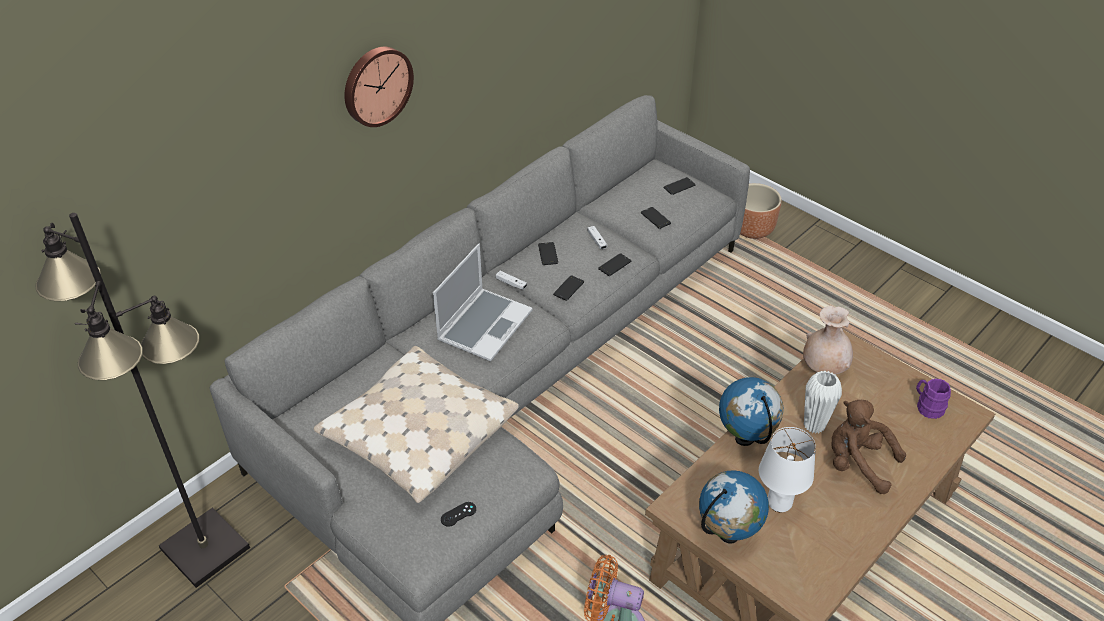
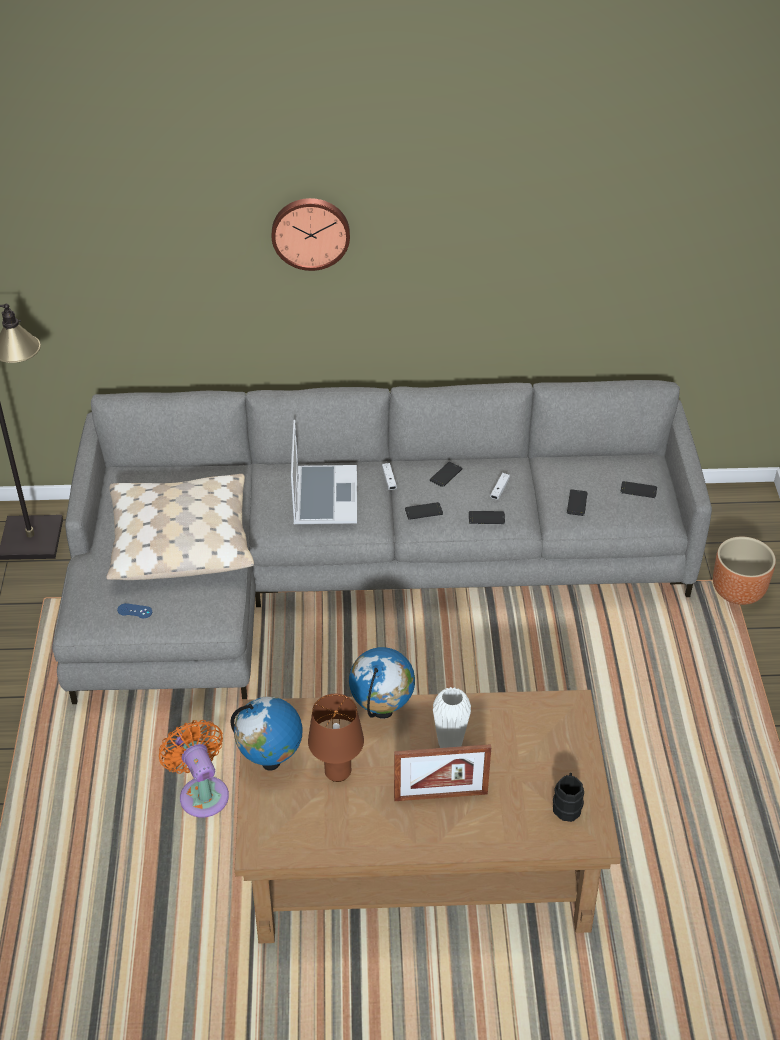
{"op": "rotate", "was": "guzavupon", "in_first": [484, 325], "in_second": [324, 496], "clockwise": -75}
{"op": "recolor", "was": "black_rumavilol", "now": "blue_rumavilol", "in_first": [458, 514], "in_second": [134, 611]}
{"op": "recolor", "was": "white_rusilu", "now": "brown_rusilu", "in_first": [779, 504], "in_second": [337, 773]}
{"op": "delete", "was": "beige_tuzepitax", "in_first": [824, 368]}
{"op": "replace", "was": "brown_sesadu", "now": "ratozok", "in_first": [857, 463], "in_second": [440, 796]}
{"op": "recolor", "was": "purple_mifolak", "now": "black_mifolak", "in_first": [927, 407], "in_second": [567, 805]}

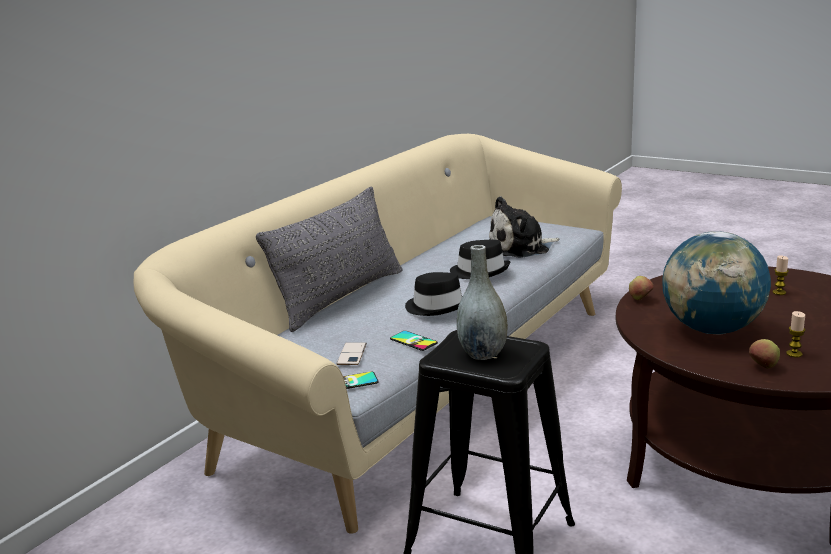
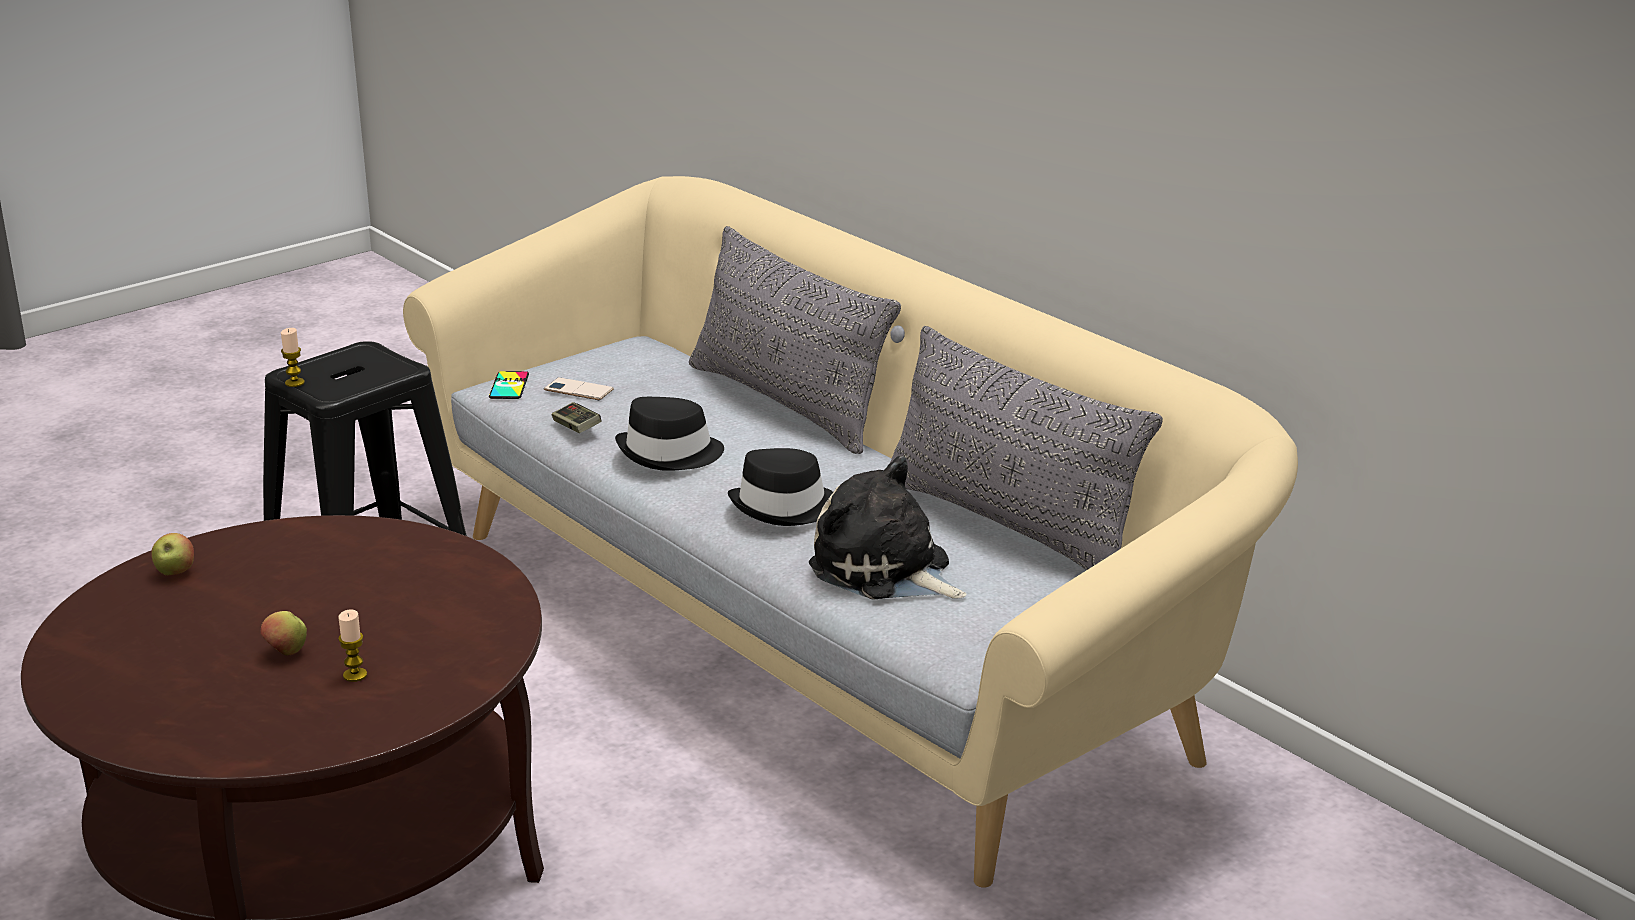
{"op": "replace", "was": "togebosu", "now": "rumavilol", "in_first": [413, 341], "in_second": [576, 428]}
{"op": "delete", "was": "grey_tuzepitax", "in_first": [482, 353]}
{"op": "rotate", "was": "sesadu", "in_first": [521, 247], "in_second": [885, 570], "clockwise": -45}
{"op": "move", "was": "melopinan", "in_first": [640, 299], "in_second": [286, 653]}
{"op": "delete", "was": "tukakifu", "in_first": [712, 330]}
{"op": "move", "was": "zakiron", "in_first": [794, 354], "in_second": [294, 383]}
{"op": "insert", "now": "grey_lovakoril", "in_second": [1009, 525]}

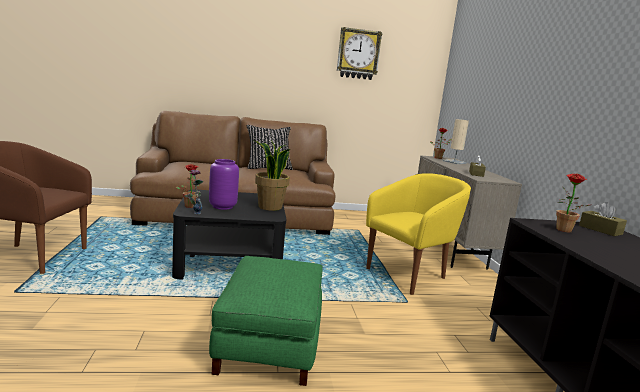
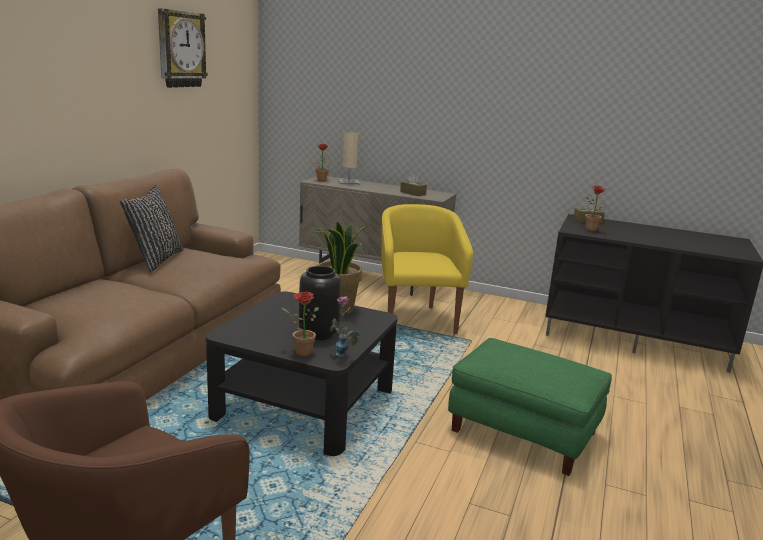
{"op": "recolor", "was": "purple_tuzepitax", "now": "black_tuzepitax", "in_first": [222, 207], "in_second": [319, 334]}

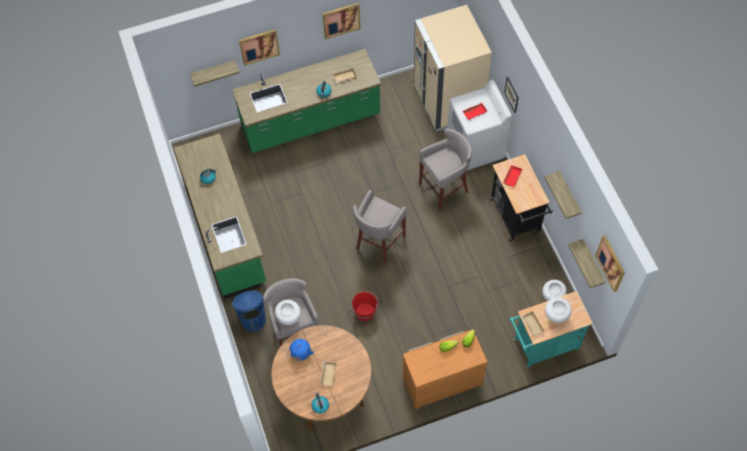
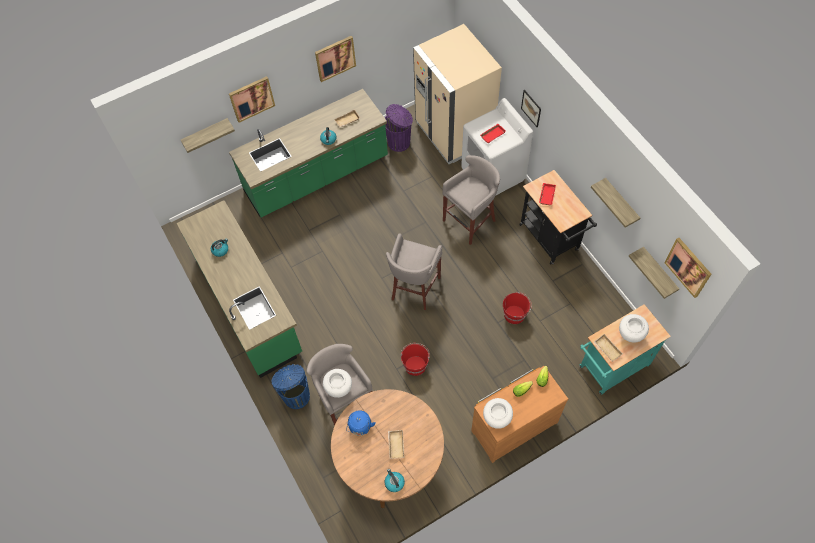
{"op": "move", "was": "white_tuzepitax", "in_first": [552, 297], "in_second": [496, 419]}
{"op": "insert", "now": "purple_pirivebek", "in_second": [399, 142]}
{"op": "insert", "now": "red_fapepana", "in_second": [515, 314]}

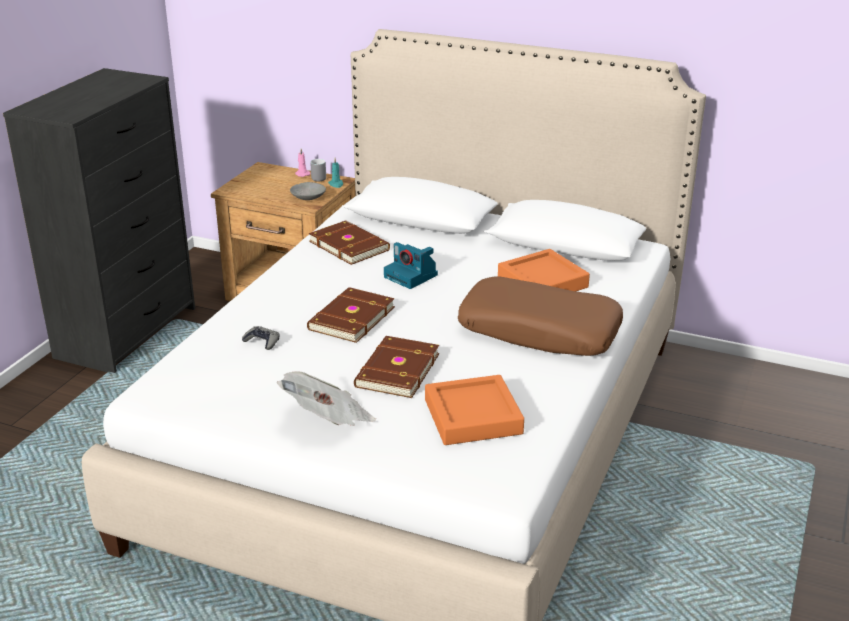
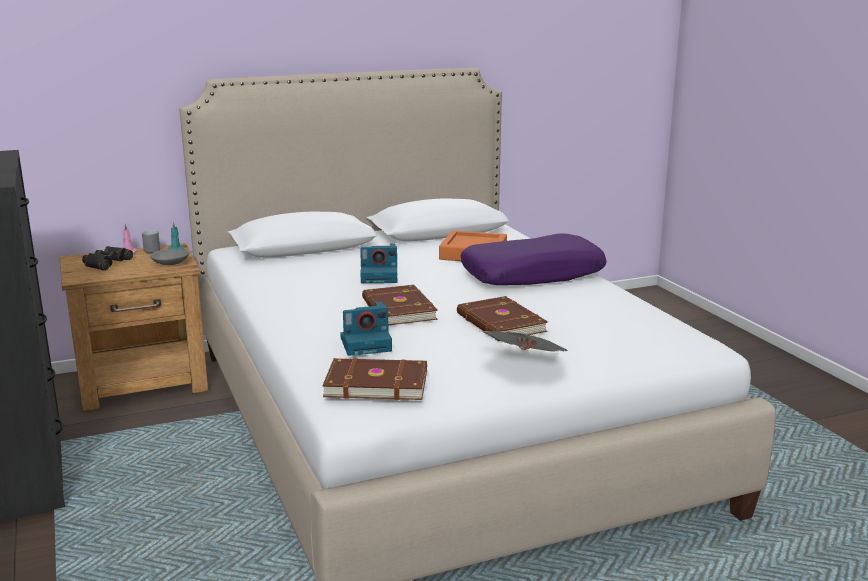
{"op": "replace", "was": "grey_rumavilol", "now": "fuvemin", "in_first": [262, 341], "in_second": [367, 344]}
{"op": "move", "was": "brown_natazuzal", "in_first": [349, 245], "in_second": [376, 383]}
{"op": "delete", "was": "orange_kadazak", "in_first": [473, 417]}
{"op": "recolor", "was": "brown_lovakoril", "now": "purple_lovakoril", "in_first": [540, 331], "in_second": [532, 274]}
{"op": "insert", "now": "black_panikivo", "in_second": [107, 263]}

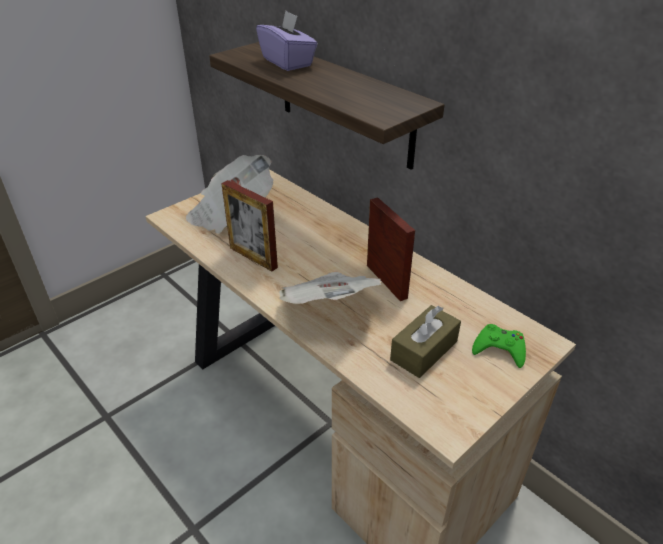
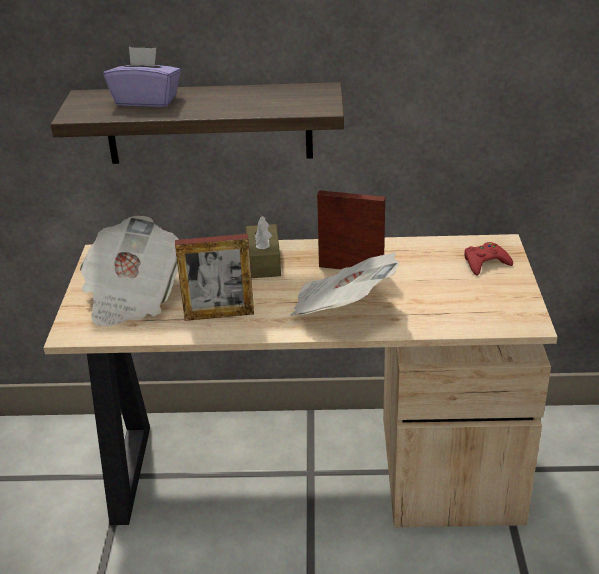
{"op": "move", "was": "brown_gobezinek", "in_first": [424, 350], "in_second": [263, 261]}
{"op": "recolor", "was": "green_rumavilol", "now": "red_rumavilol", "in_first": [499, 349], "in_second": [485, 263]}

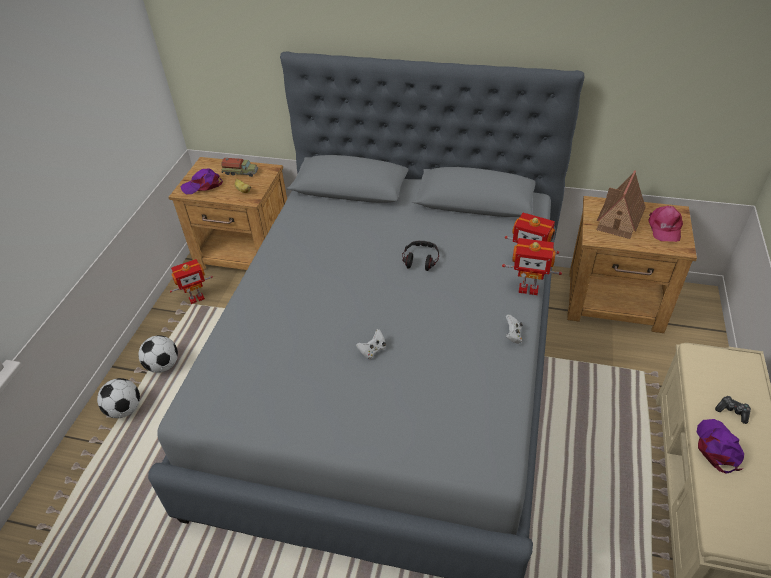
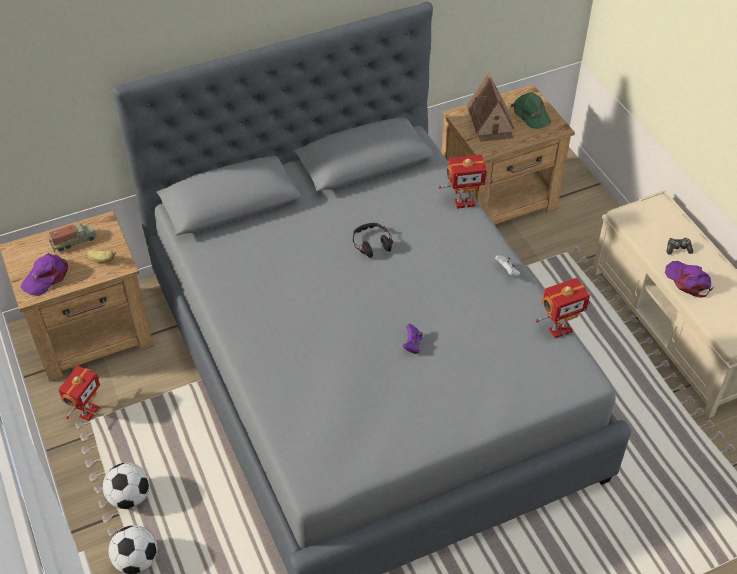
{"op": "recolor", "was": "white_rumavilol", "now": "purple_rumavilol", "in_first": [372, 350], "in_second": [412, 345]}
{"op": "move", "was": "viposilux", "in_first": [528, 288], "in_second": [559, 329]}
{"op": "recolor", "was": "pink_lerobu", "now": "green_lerobu", "in_first": [664, 228], "in_second": [531, 114]}

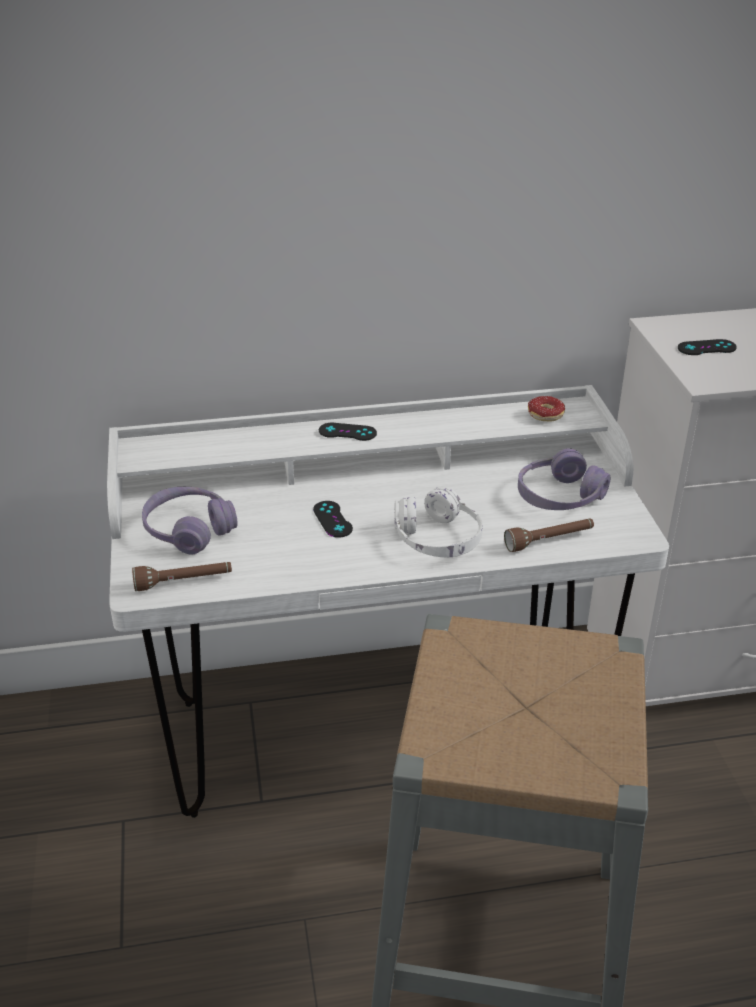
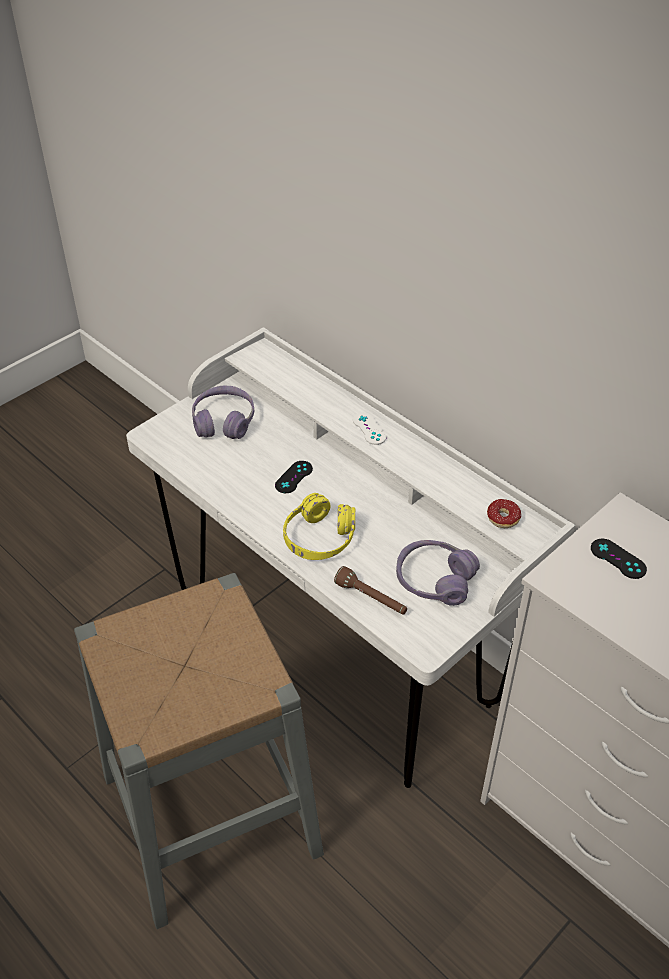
{"op": "delete", "was": "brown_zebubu", "in_first": [184, 582]}
{"op": "recolor", "was": "black_rumavilol", "now": "white_rumavilol", "in_first": [347, 432], "in_second": [369, 429]}
{"op": "recolor", "was": "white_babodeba", "now": "yellow_babodeba", "in_first": [437, 539], "in_second": [319, 538]}

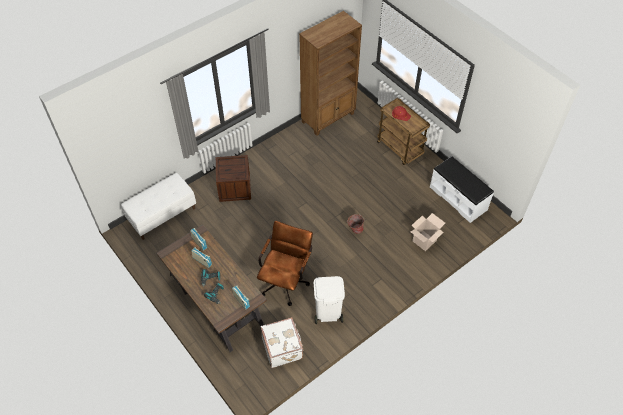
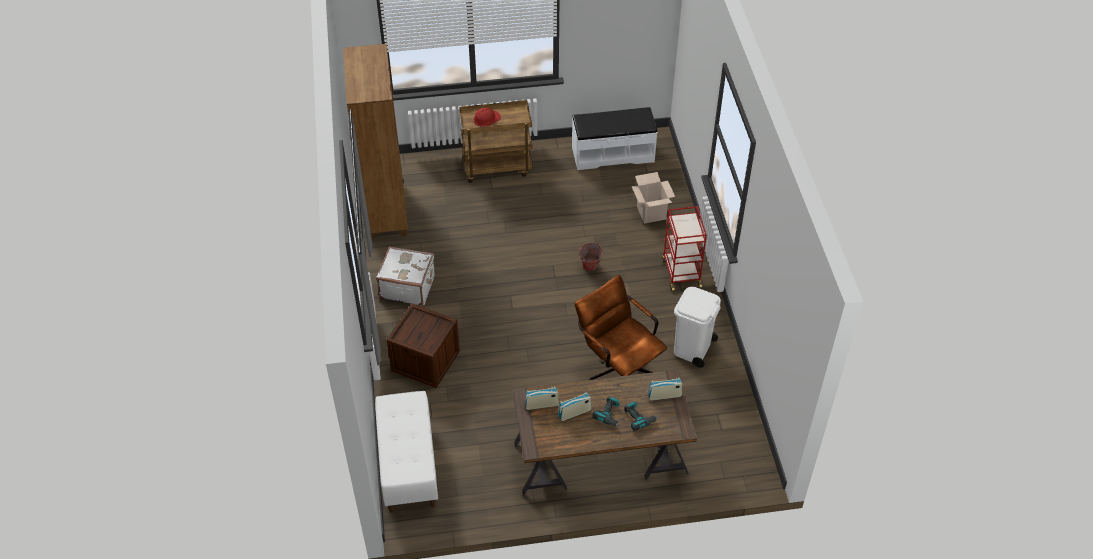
{"op": "move", "was": "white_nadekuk", "in_first": [283, 347], "in_second": [407, 286]}
{"op": "insert", "now": "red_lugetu", "in_second": [681, 272]}

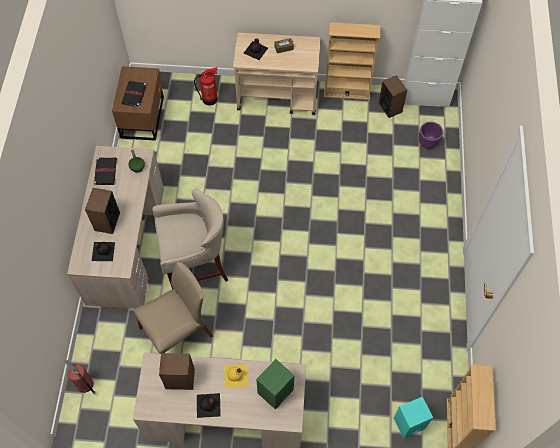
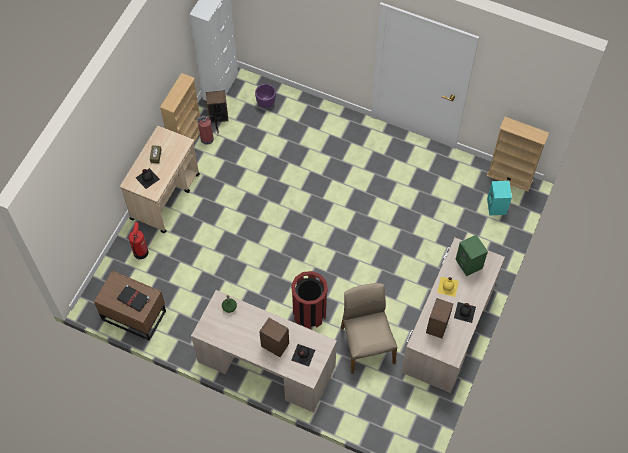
{"op": "move", "was": "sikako", "in_first": [85, 385], "in_second": [208, 138]}
{"op": "delete", "was": "black_natazuzal", "in_first": [105, 171]}
{"op": "replace", "was": "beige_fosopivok", "now": "red_pirivebek", "in_first": [195, 265], "in_second": [309, 313]}

